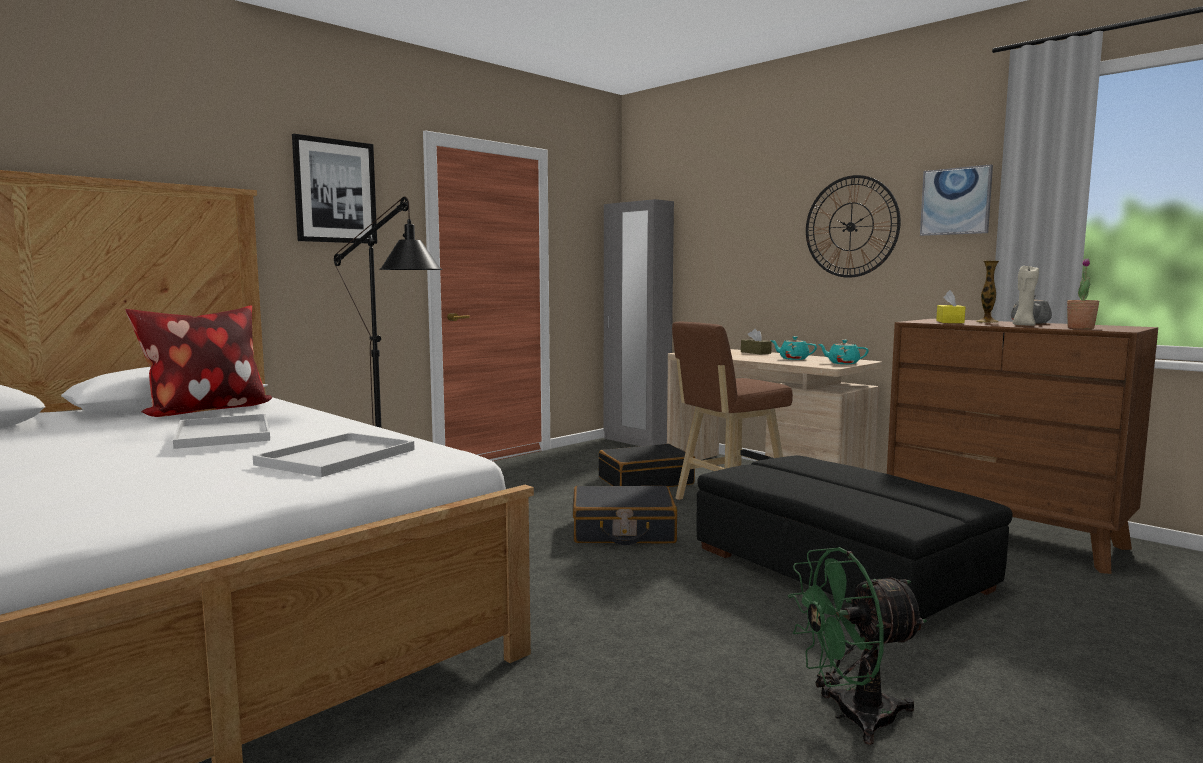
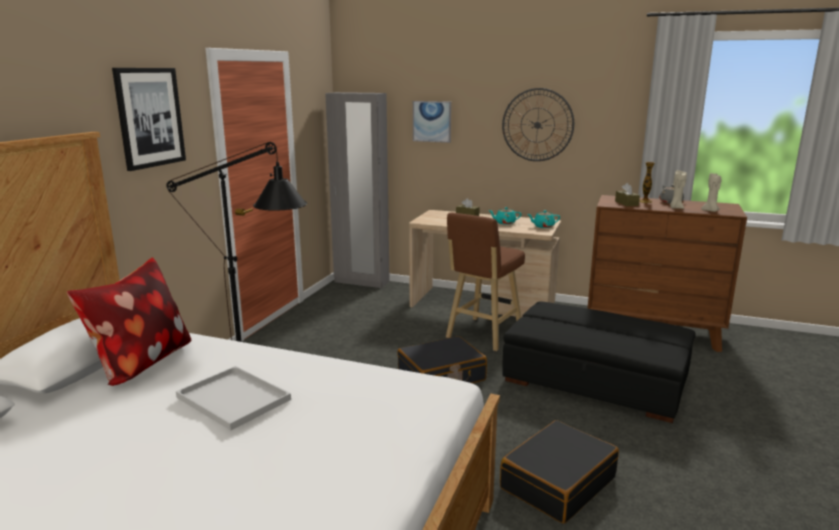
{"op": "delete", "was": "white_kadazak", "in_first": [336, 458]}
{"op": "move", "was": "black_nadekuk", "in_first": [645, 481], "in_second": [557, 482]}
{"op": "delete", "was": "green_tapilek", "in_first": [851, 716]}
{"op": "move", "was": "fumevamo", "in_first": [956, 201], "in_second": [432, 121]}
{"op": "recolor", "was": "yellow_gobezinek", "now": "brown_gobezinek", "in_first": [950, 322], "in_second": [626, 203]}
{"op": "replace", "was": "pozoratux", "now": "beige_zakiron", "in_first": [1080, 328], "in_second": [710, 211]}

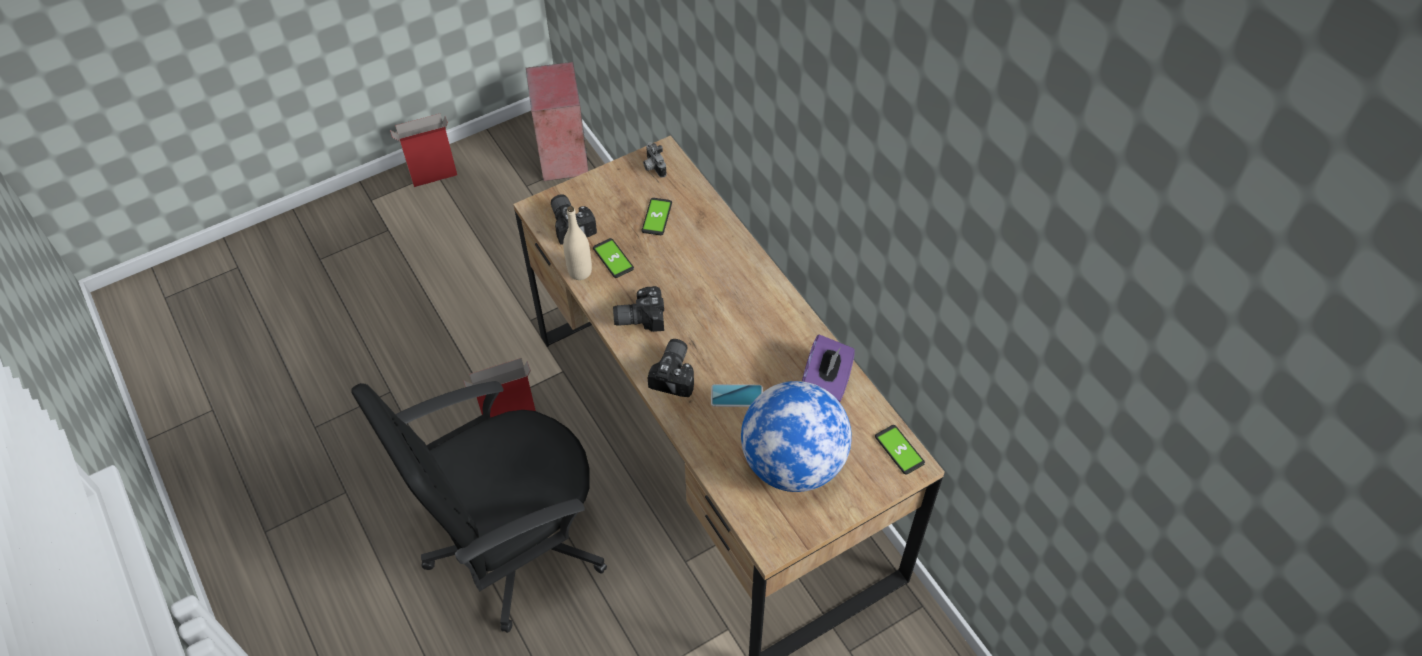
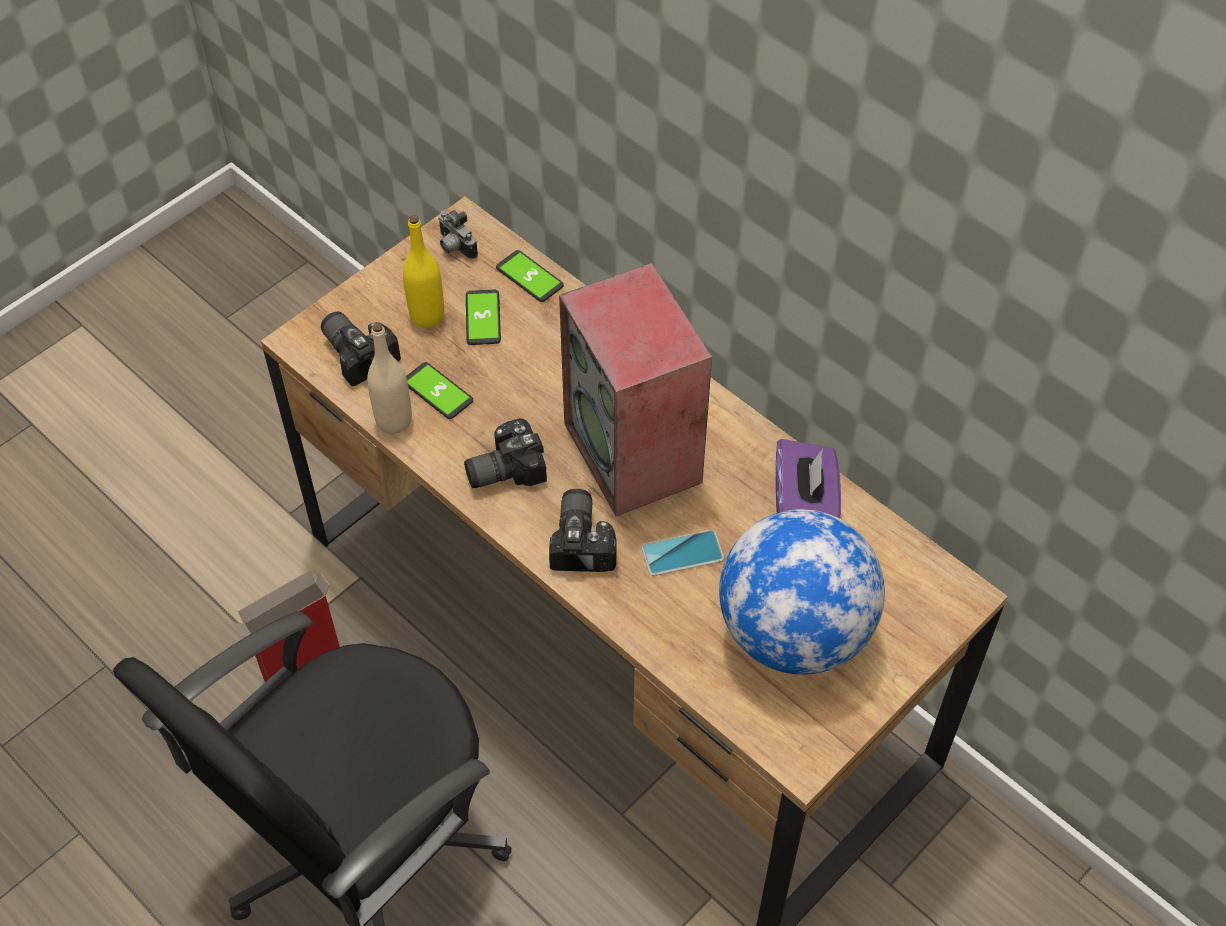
{"op": "delete", "was": "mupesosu", "in_first": [433, 177]}
{"op": "move", "was": "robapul", "in_first": [564, 157], "in_second": [635, 454]}
{"op": "move", "was": "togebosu", "in_first": [899, 450], "in_second": [529, 277]}
{"op": "insert", "now": "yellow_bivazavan", "in_second": [427, 316]}

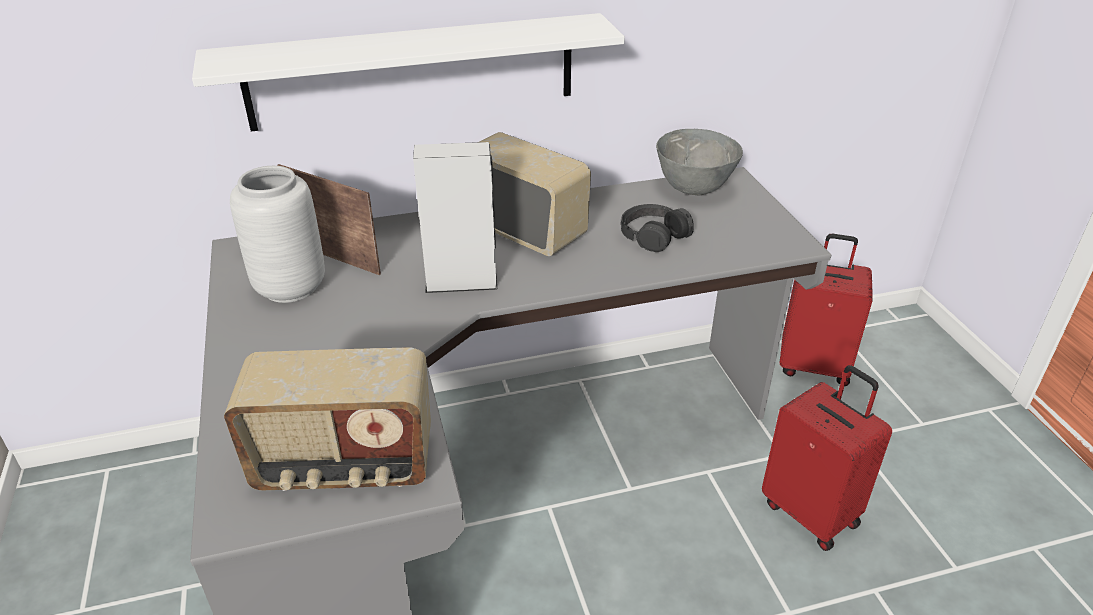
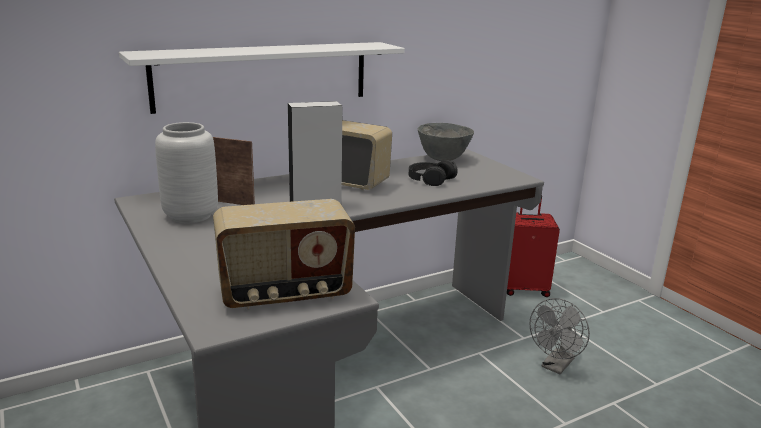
{"op": "replace", "was": "red_nadekuk", "now": "grey_tapilek", "in_first": [811, 512], "in_second": [555, 366]}

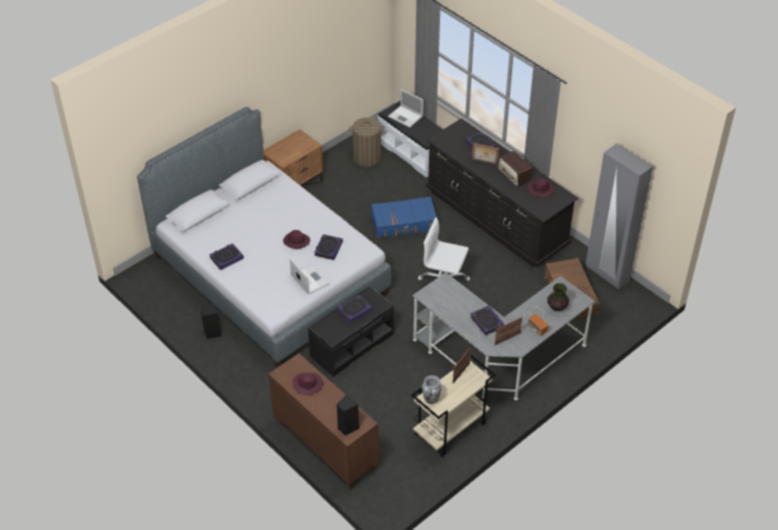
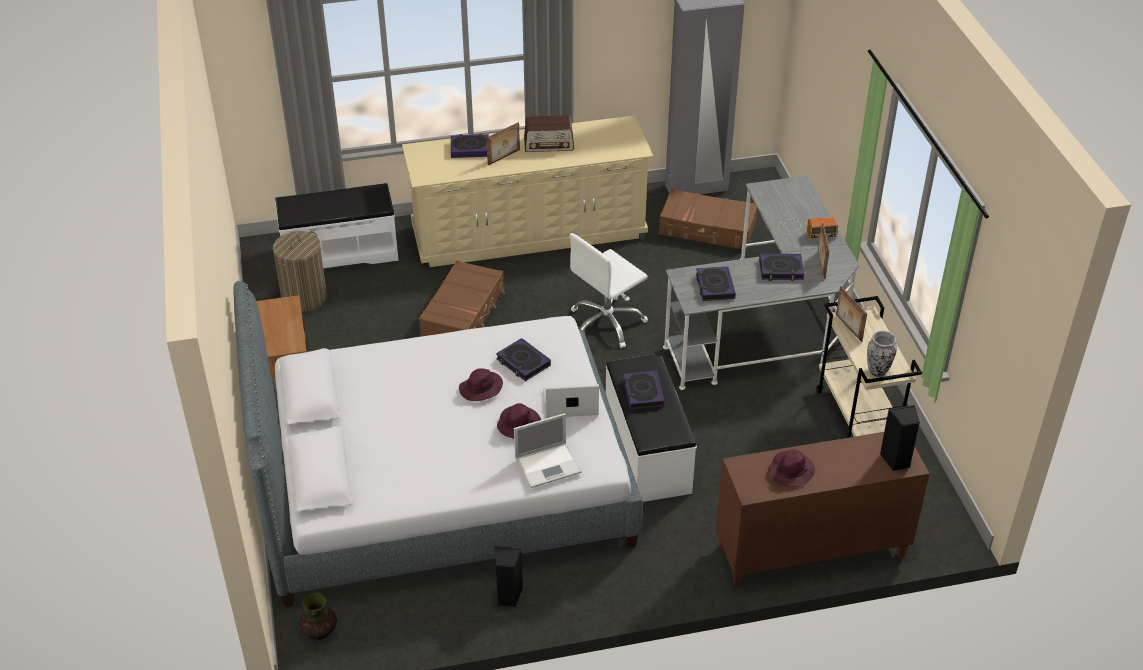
{"op": "move", "was": "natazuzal", "in_first": [226, 258], "in_second": [715, 287]}
{"op": "recolor", "was": "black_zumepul", "now": "white_zumepul", "in_first": [351, 345], "in_second": [646, 451]}
{"op": "recolor", "was": "blue_nadekuk", "now": "brown_nadekuk", "in_first": [404, 223], "in_second": [464, 313]}
{"op": "move", "was": "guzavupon", "in_first": [406, 116], "in_second": [549, 465]}
{"op": "recolor", "was": "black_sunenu", "now": "beige_sunenu", "in_first": [496, 218], "in_second": [529, 232]}
{"op": "move", "was": "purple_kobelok", "in_first": [541, 189], "in_second": [518, 424]}
{"op": "move", "was": "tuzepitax", "in_first": [557, 307], "in_second": [319, 632]}

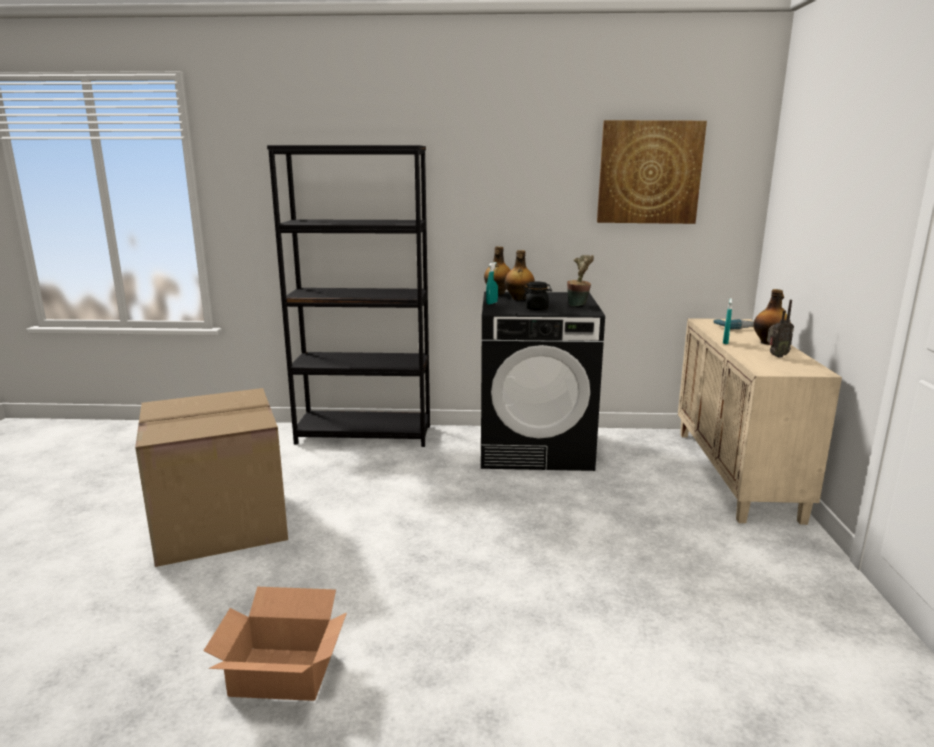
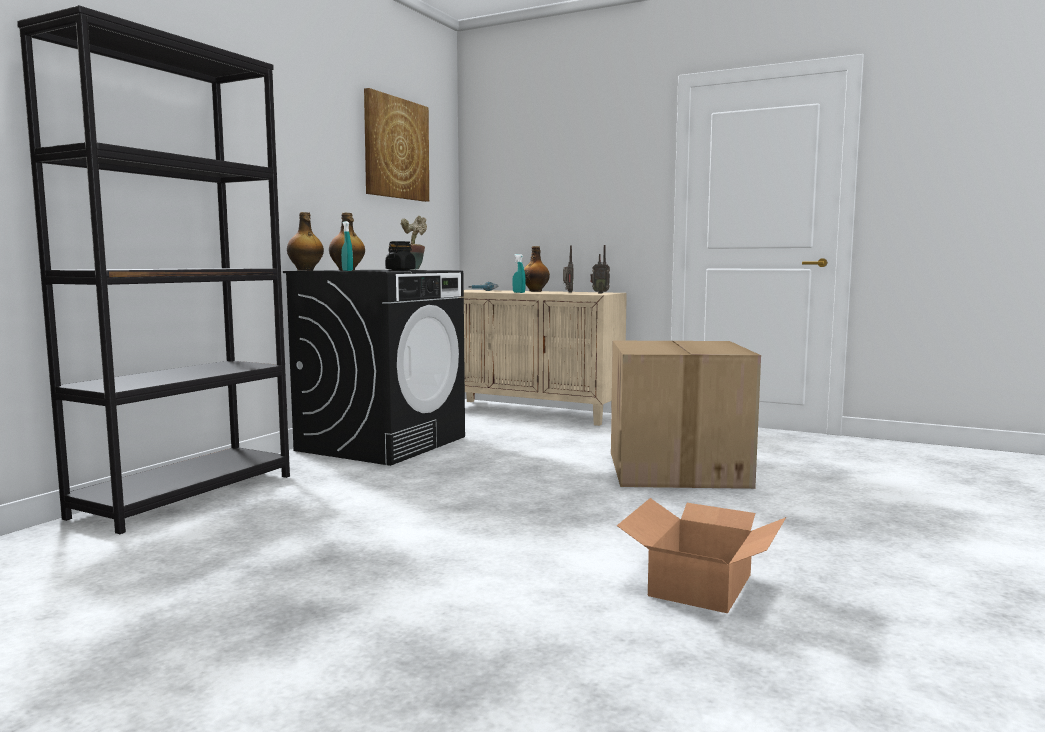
{"op": "move", "was": "mupesosu", "in_first": [218, 524], "in_second": [679, 470]}
{"op": "insert", "now": "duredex", "in_second": [600, 293]}

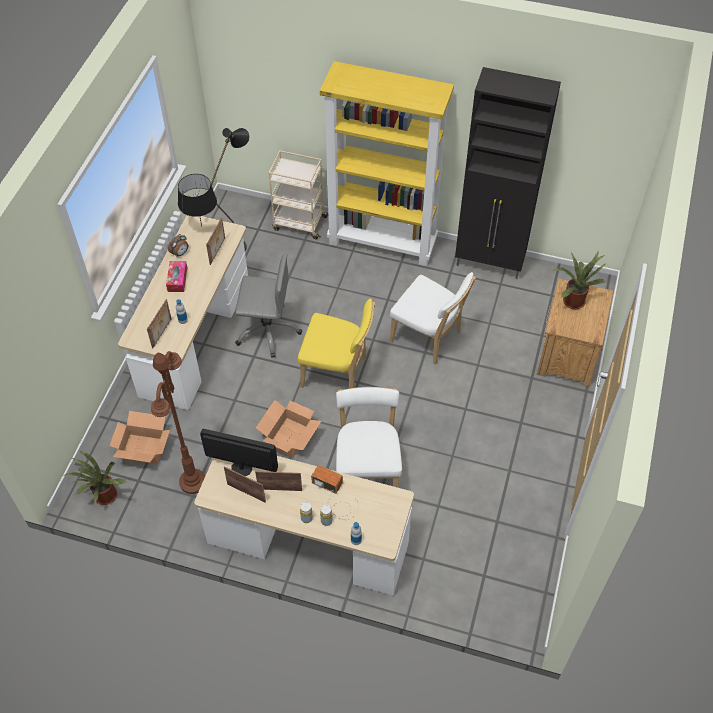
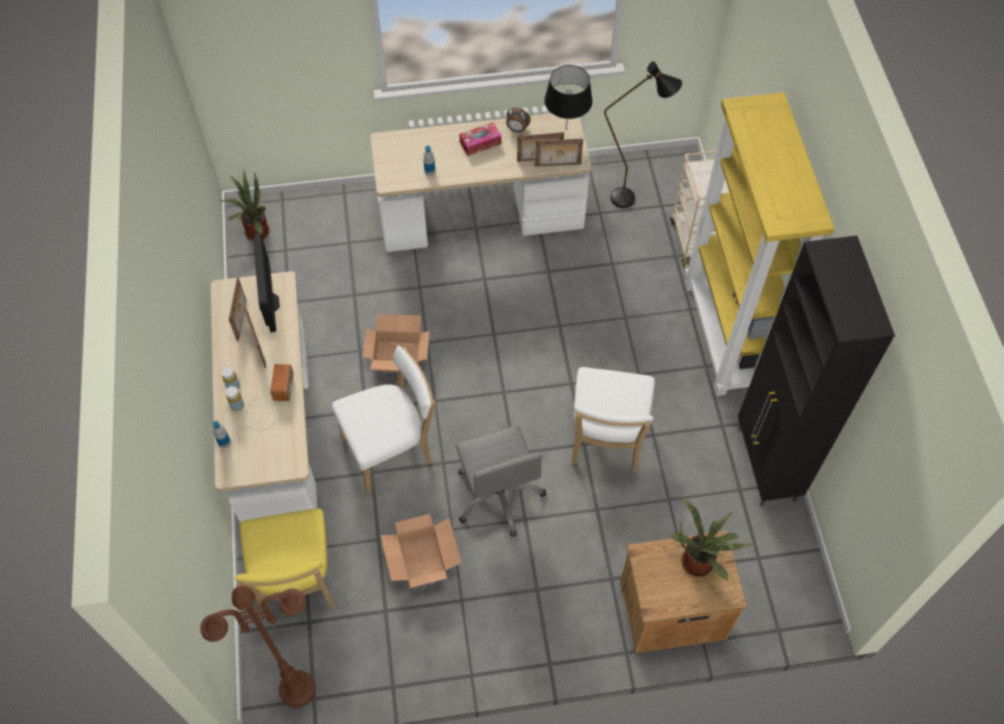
{"op": "move", "was": "mupesosu", "in_first": [144, 449], "in_second": [421, 561]}
{"op": "move", "was": "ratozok", "in_first": [162, 333], "in_second": [558, 165]}
{"op": "move", "was": "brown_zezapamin", "in_first": [193, 482], "in_second": [297, 689]}
{"op": "move", "was": "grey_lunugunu", "in_first": [267, 330], "in_second": [499, 495]}
{"op": "move", "was": "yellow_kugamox", "in_first": [337, 373], "in_second": [296, 582]}

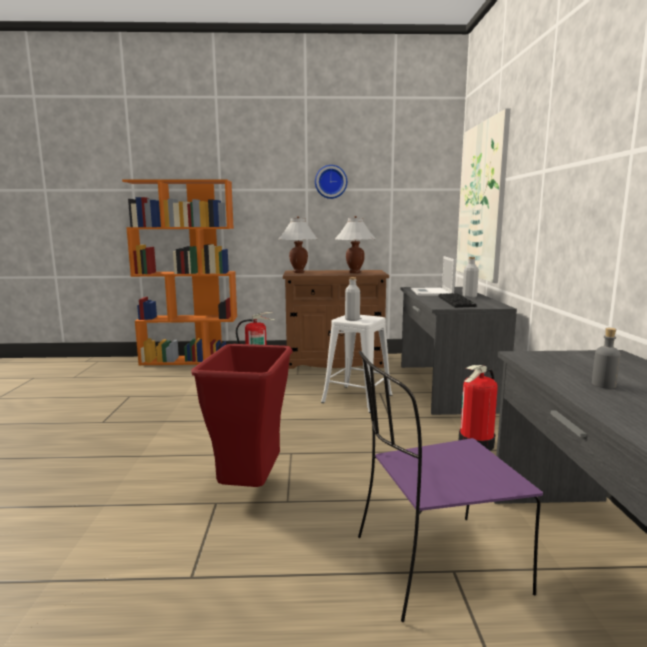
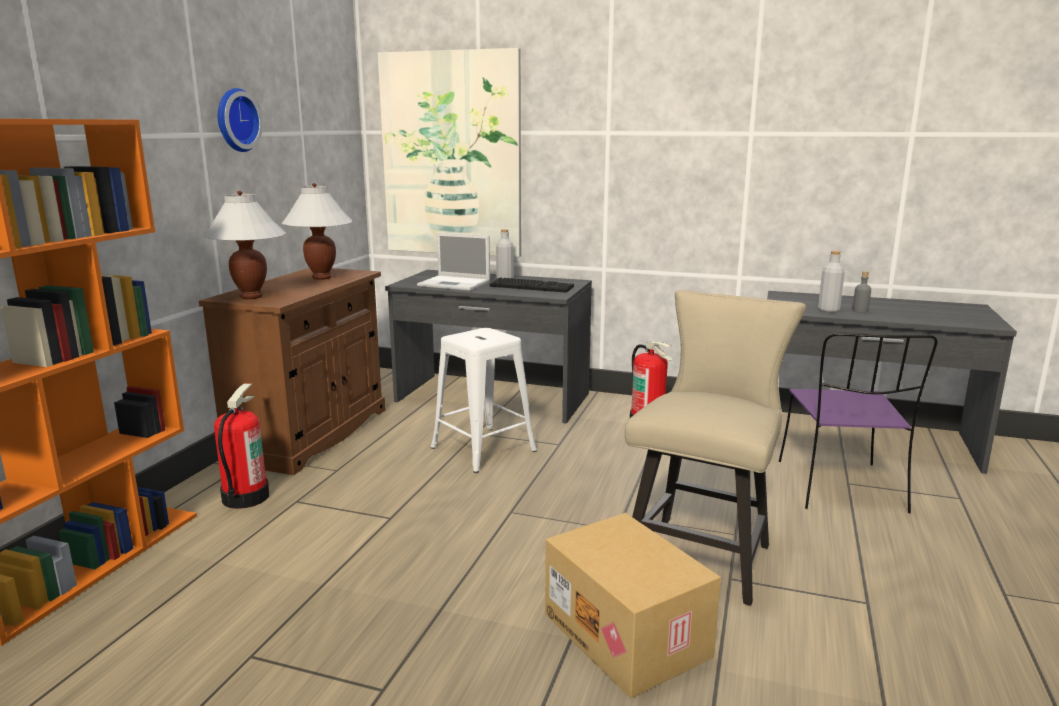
{"op": "replace", "was": "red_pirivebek", "now": "beige_kugamox", "in_first": [251, 488], "in_second": [703, 552]}
{"op": "move", "was": "grey_bivazavan", "in_first": [352, 319], "in_second": [828, 310]}
{"op": "insert", "now": "mupesosu", "in_second": [628, 635]}

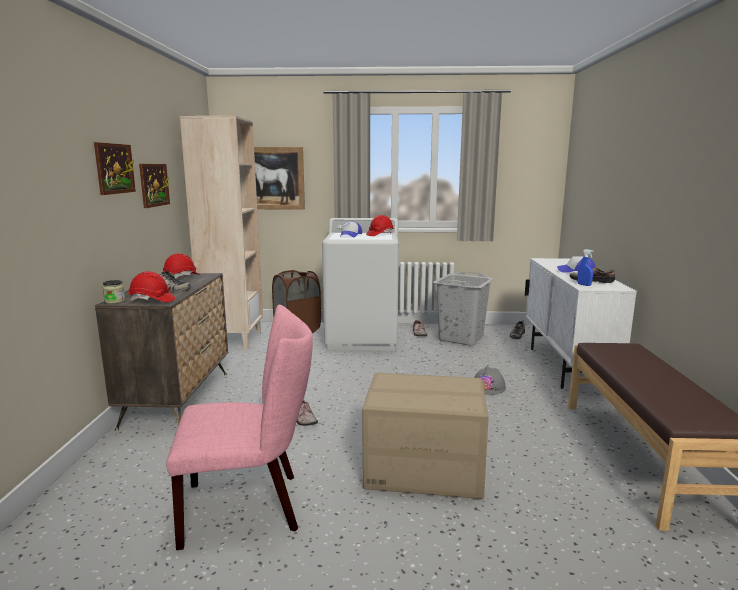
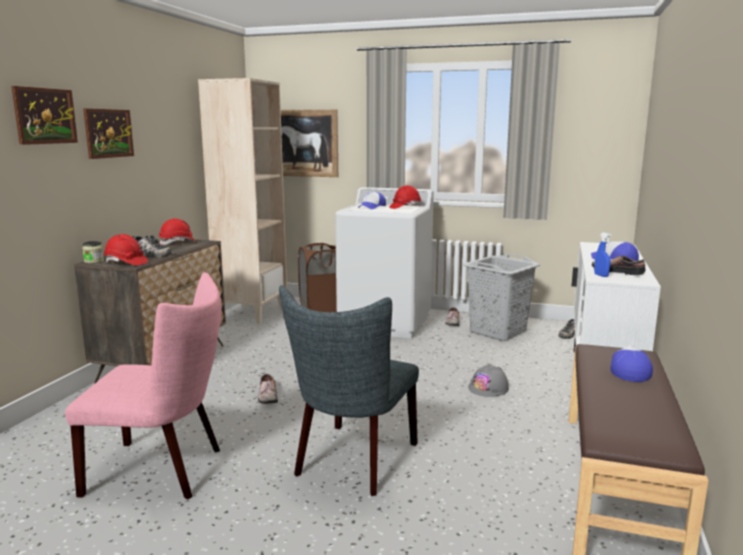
{"op": "move", "was": "fumevamo", "in_first": [154, 185], "in_second": [45, 116]}
{"op": "replace", "was": "mupesosu", "now": "grey_kugamox", "in_first": [423, 469], "in_second": [352, 462]}
{"op": "insert", "now": "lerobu", "in_second": [628, 370]}

